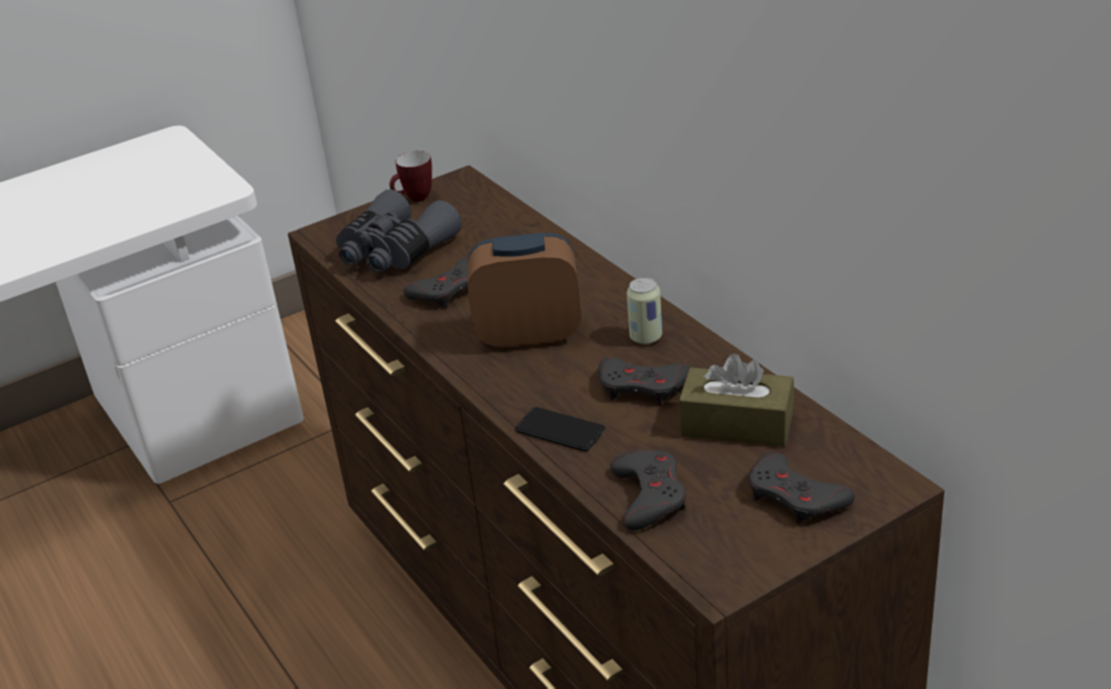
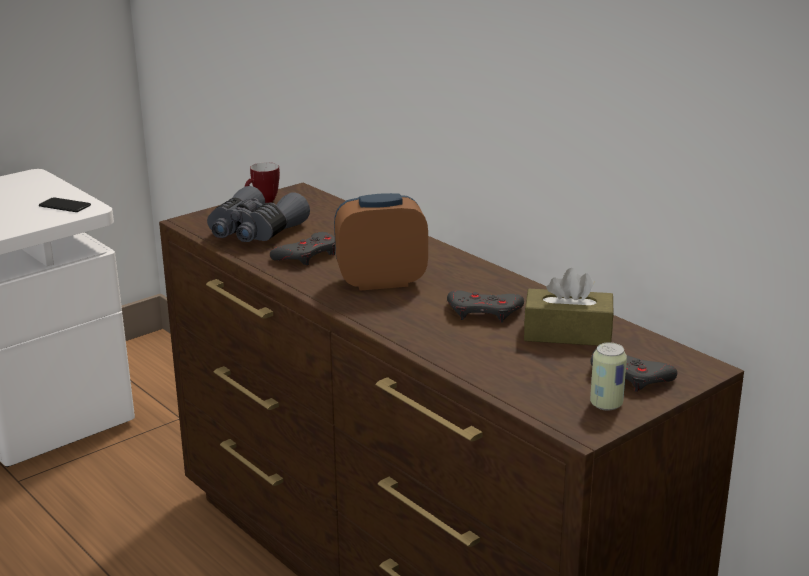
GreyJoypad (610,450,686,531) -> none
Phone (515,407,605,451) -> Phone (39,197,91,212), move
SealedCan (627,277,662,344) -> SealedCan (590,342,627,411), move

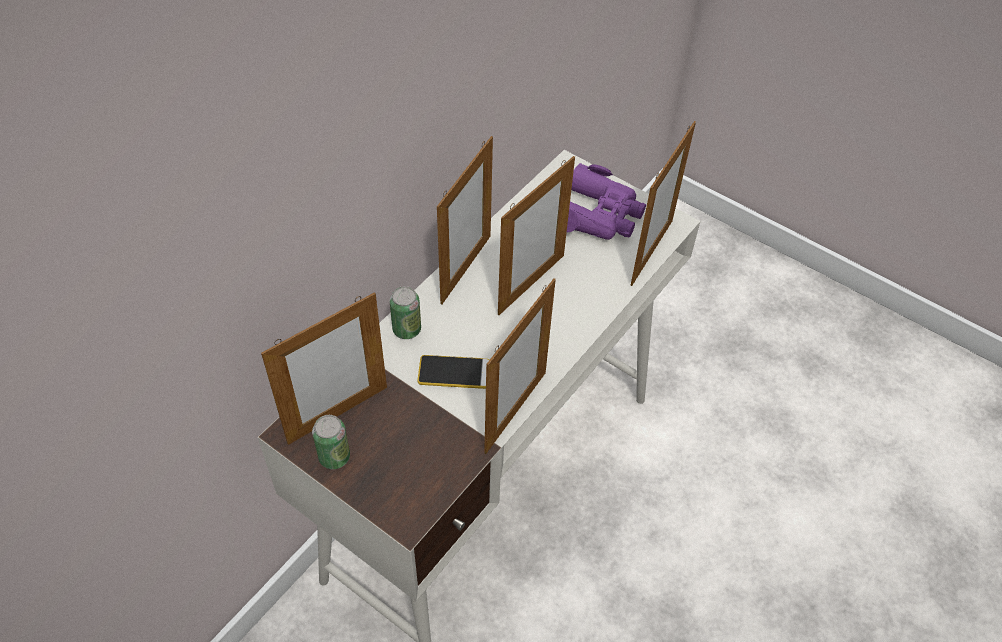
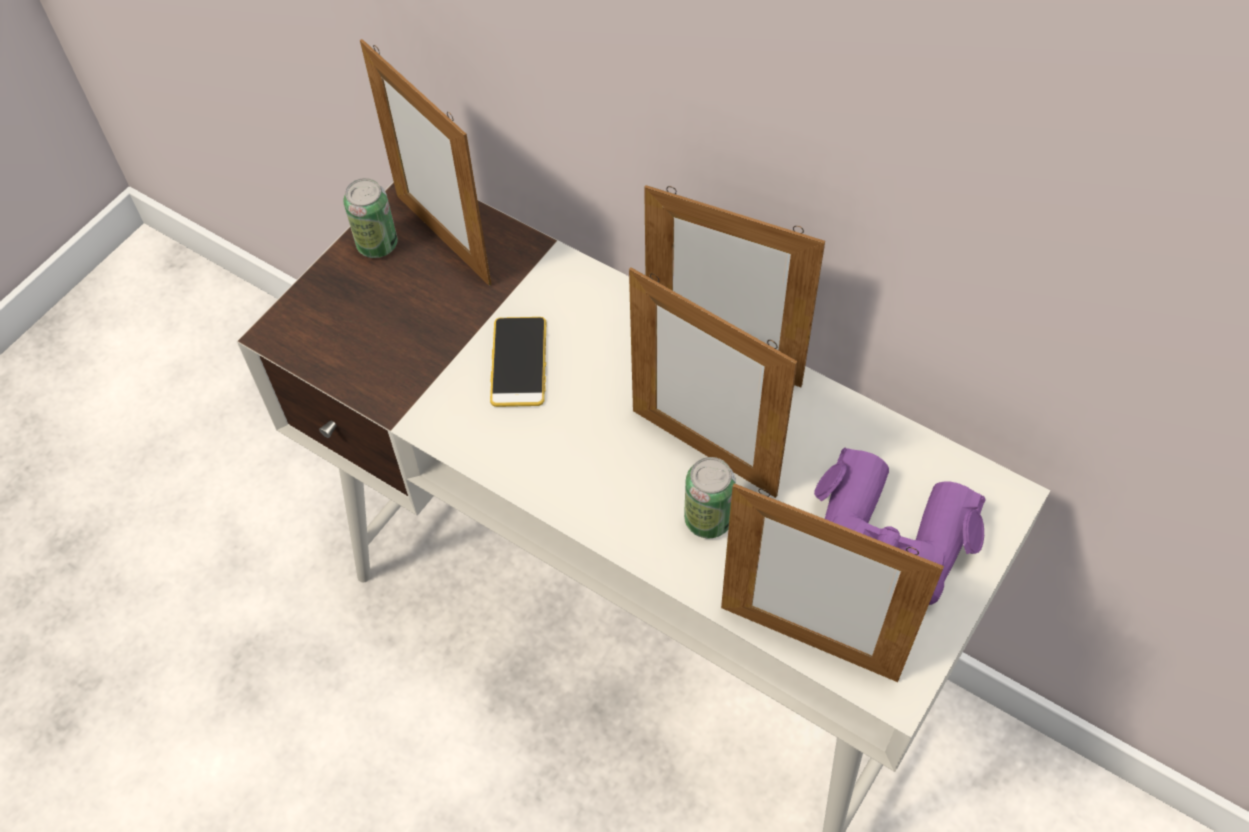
StandingFrame (484,278,556,454) -> none
SealedCan (390,286,421,339) -> SealedCan (684,457,736,539), move

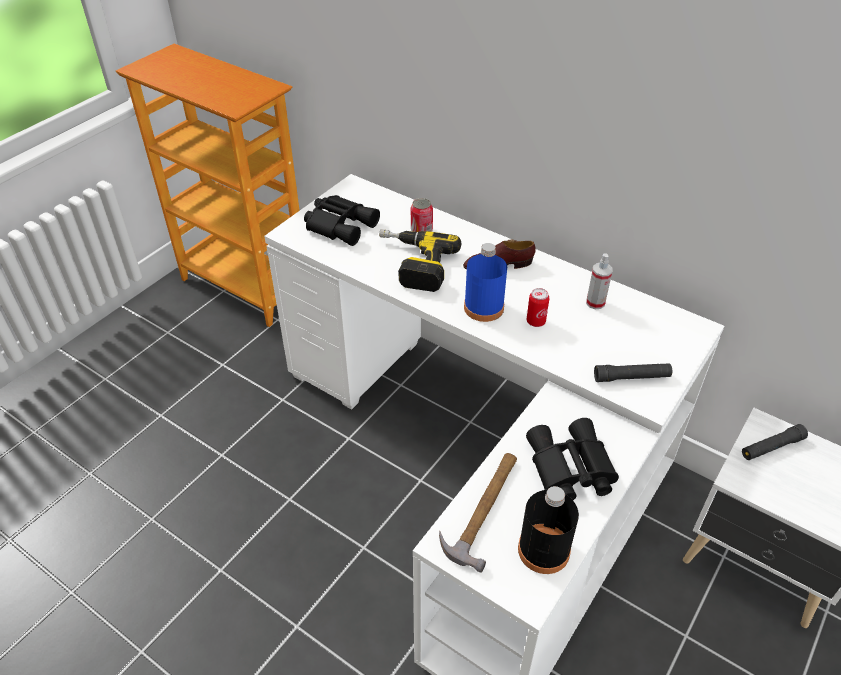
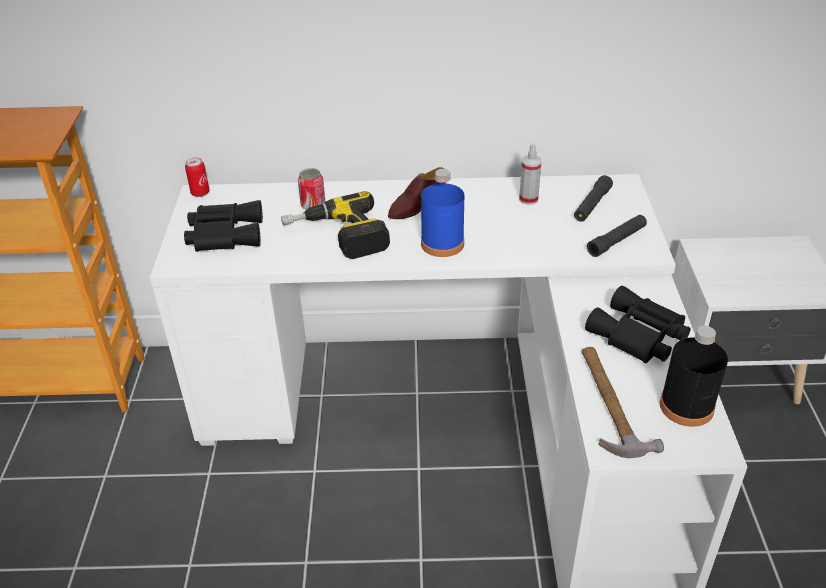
SealedCan (526,288,549,327) -> SealedCan (185,158,210,197), move
BlackishTorch (742,424,808,460) -> BlackishTorch (574,175,613,222), move

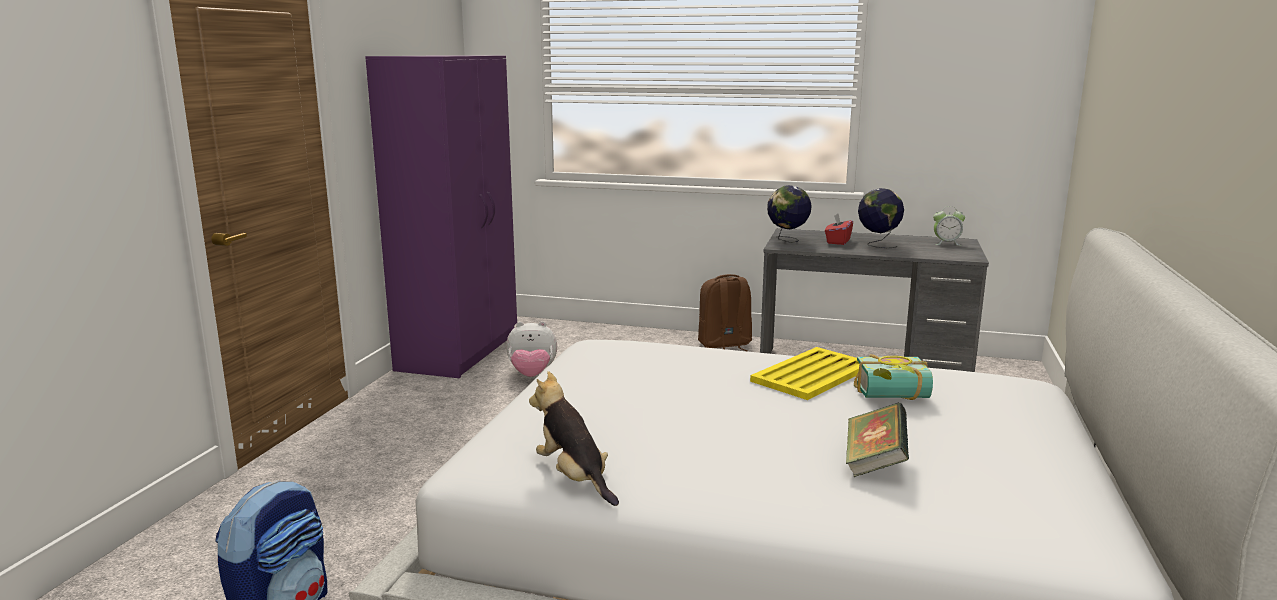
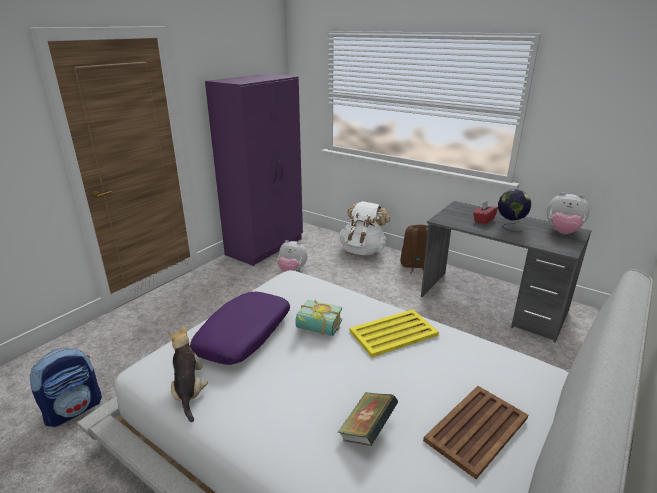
WorldGlobe (767,185,812,243) -> none
none -> PurplishCushion (190,292,290,365)
none -> WhitishKnapsack (339,201,391,255)
none -> BrownServingTray (423,386,528,479)
Book (854,354,933,400) -> Book (295,300,342,336), move
BedsideClock (933,206,965,246) -> PlushToy (547,192,589,234)

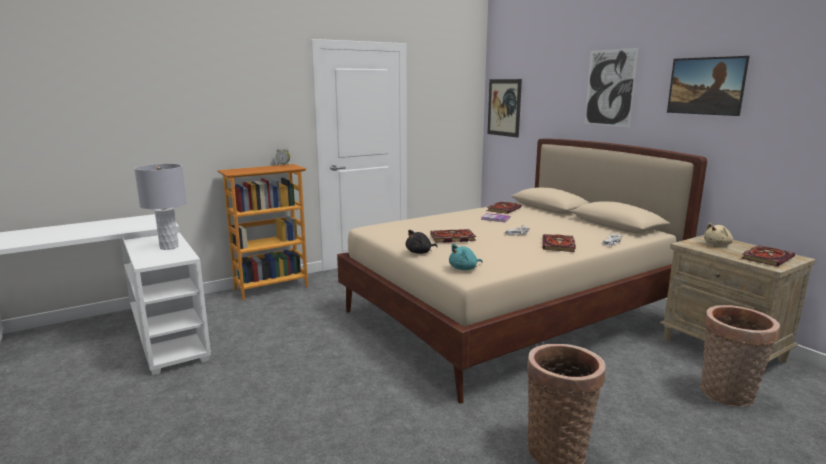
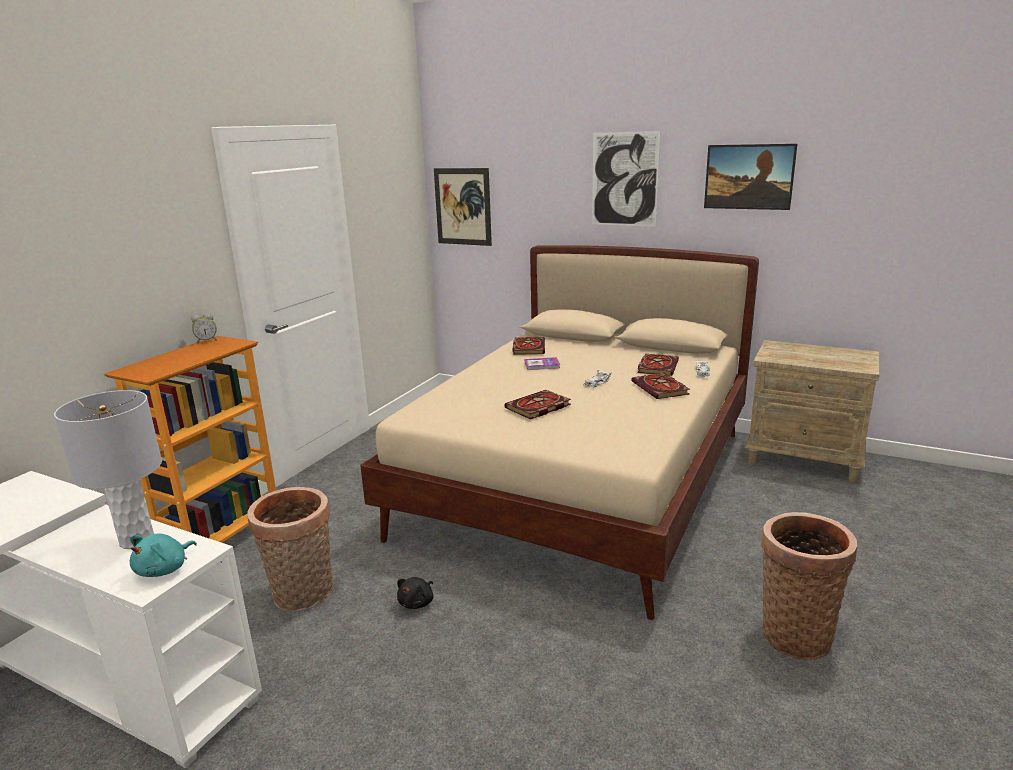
BeigePlushToy (704,223,733,246) -> none
BlackishPlushToy (406,230,438,254) -> BlackishPlushToy (397,577,434,609), move
TurquoisePlushToy (449,244,482,270) -> TurquoisePlushToy (130,534,197,577), move
StorageBasket (700,305,780,407) -> StorageBasket (247,487,333,611), move
Book (741,245,795,266) -> Book (638,354,679,376), move

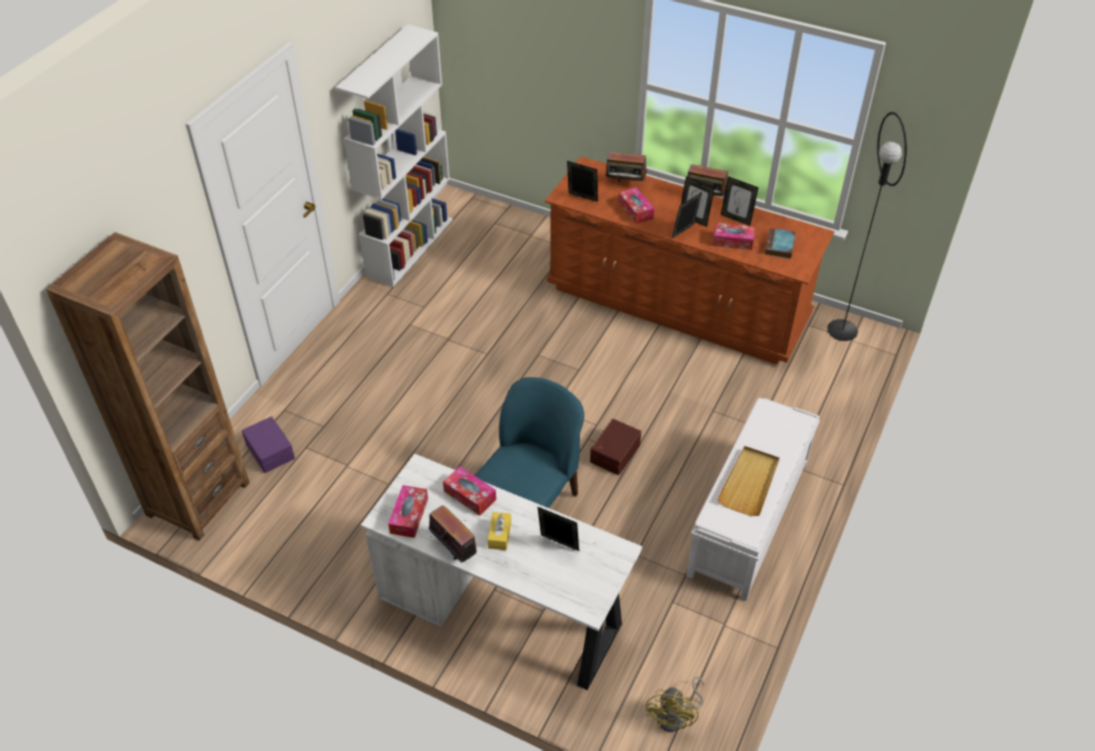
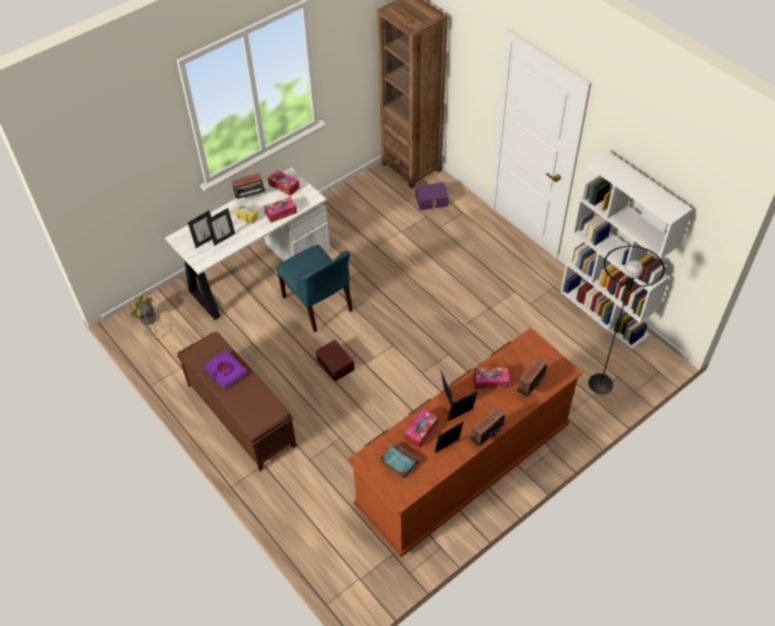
StandingFrame (567,161,598,202) -> StandingFrame (188,211,212,248), move
BlackishStandardLamp (827,112,907,341) -> BlackishStandardLamp (588,246,665,394), move
BeigeServingTray (717,446,780,516) -> PurplishBook (203,350,248,390)
WhitishLongSeat (686,398,820,601) -> BrownLongSeat (177,332,297,471)

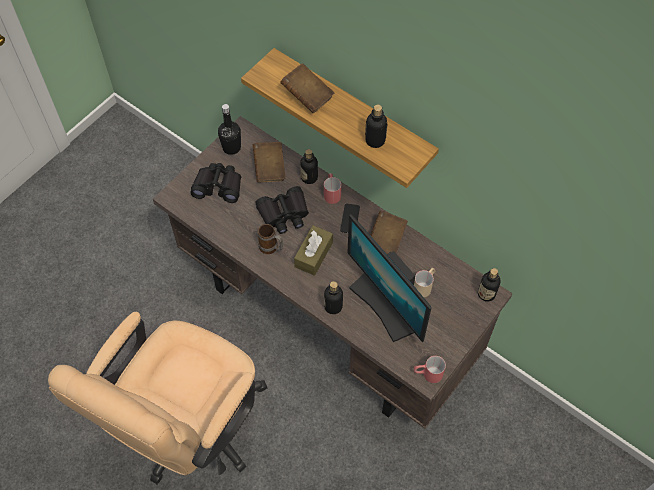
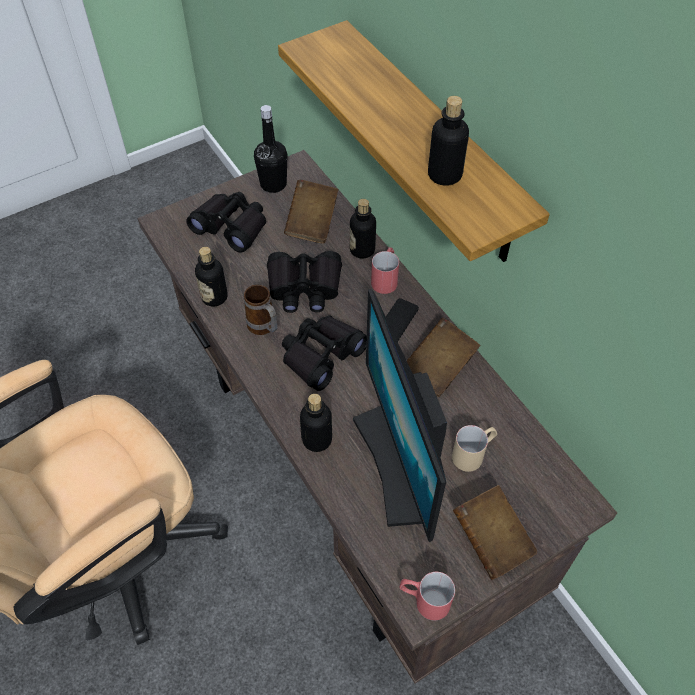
BrownBook (280,63,335,113) -> BrownBook (453,485,537,580), move
DrinkBottle (478,268,501,301) -> DrinkBottle (195,247,228,307), move
BrownBoxOfTissues (294,225,333,276) -> BlackishBinoculars (282,315,367,391)

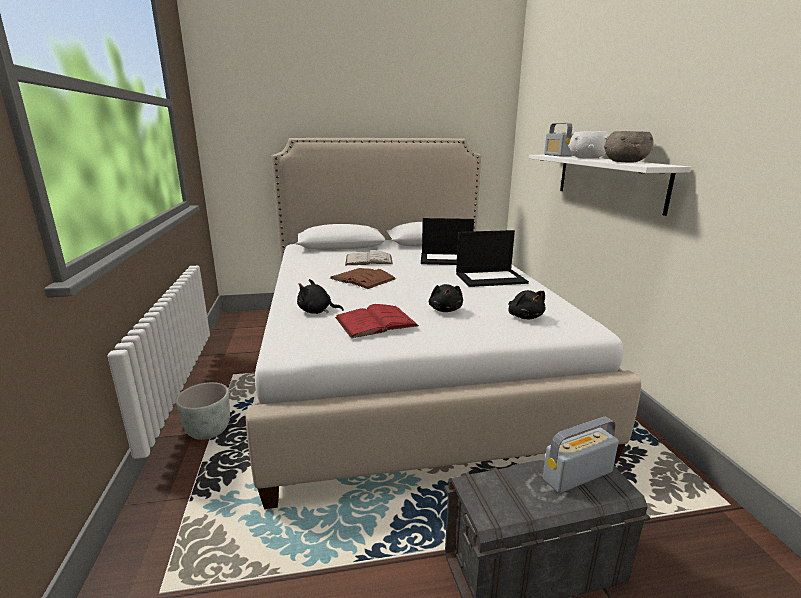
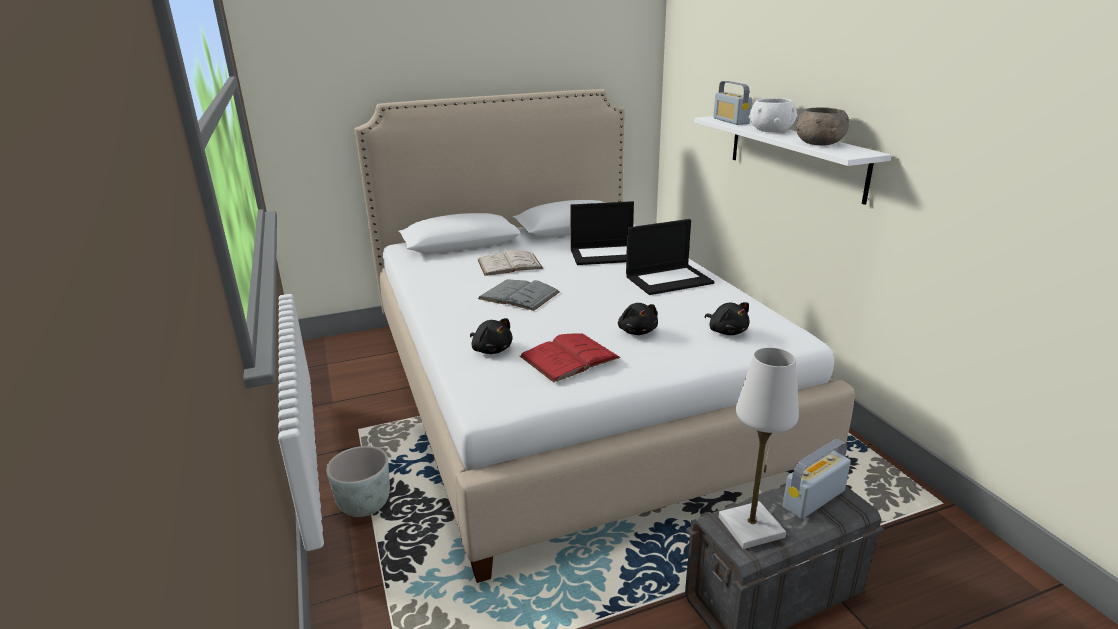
none -> WhitishTableLamp (719,347,799,549)
BrownBook (329,268,396,289) -> GreyBook (478,279,560,311)
BlackishPlushToy (297,279,344,314) -> BlackishPlushToy (470,318,513,354), 135 degrees counterclockwise

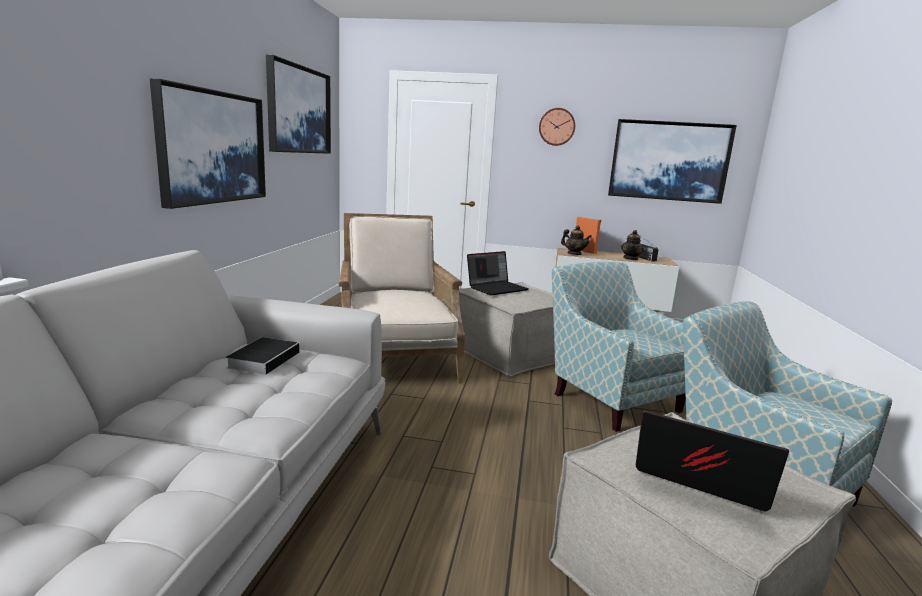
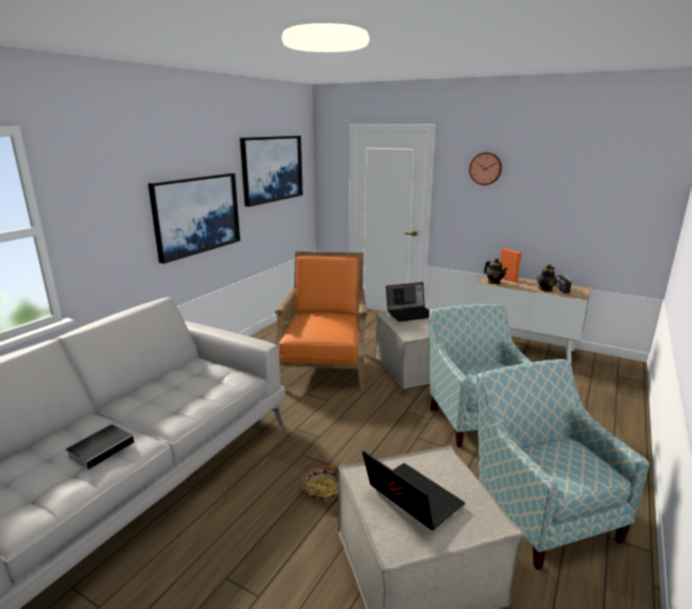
WallArt (608,119,737,204) -> none
none -> StorageBasket (298,465,339,501)
Book (226,337,301,375) -> Book (66,424,140,470), move
BeigeLoungeChair (339,213,465,384) -> OrangeColouredLoungeChair (275,251,367,391)

